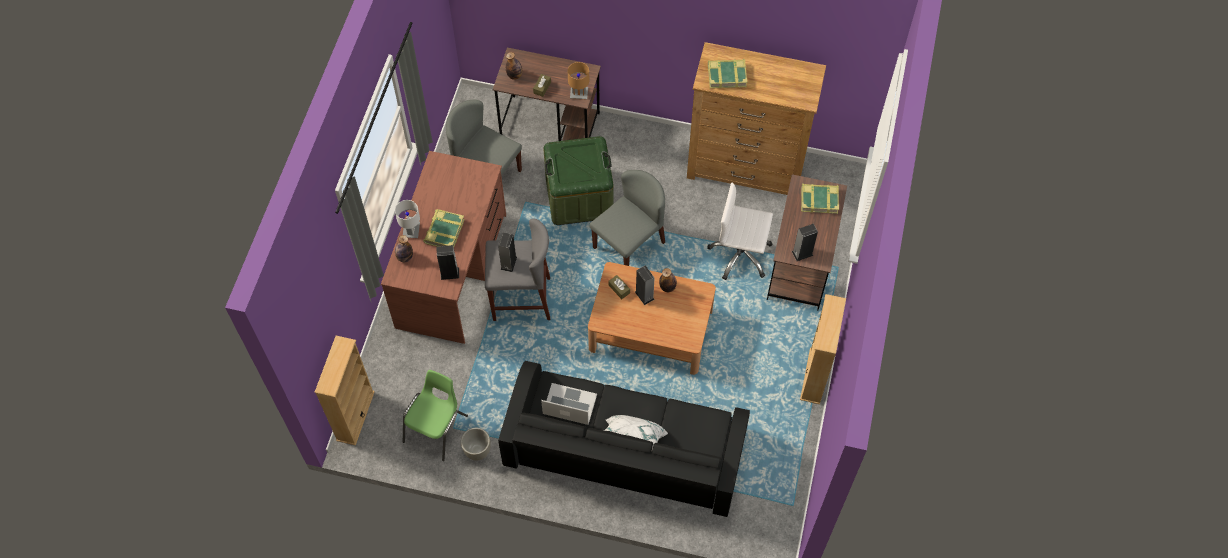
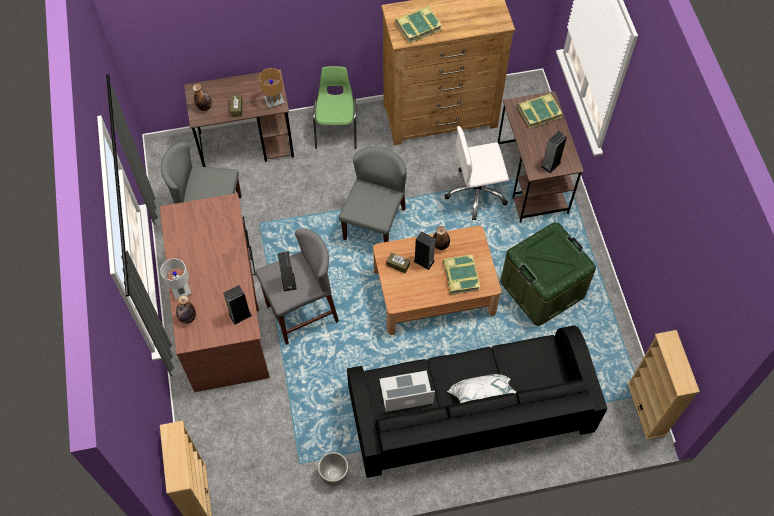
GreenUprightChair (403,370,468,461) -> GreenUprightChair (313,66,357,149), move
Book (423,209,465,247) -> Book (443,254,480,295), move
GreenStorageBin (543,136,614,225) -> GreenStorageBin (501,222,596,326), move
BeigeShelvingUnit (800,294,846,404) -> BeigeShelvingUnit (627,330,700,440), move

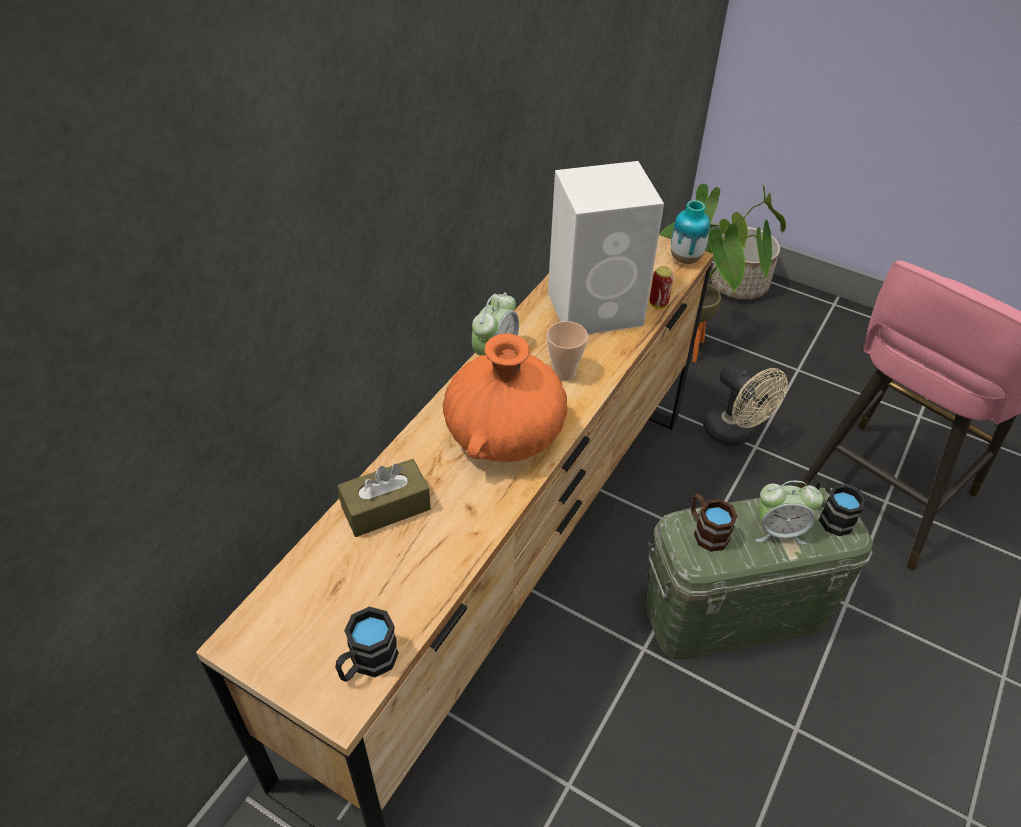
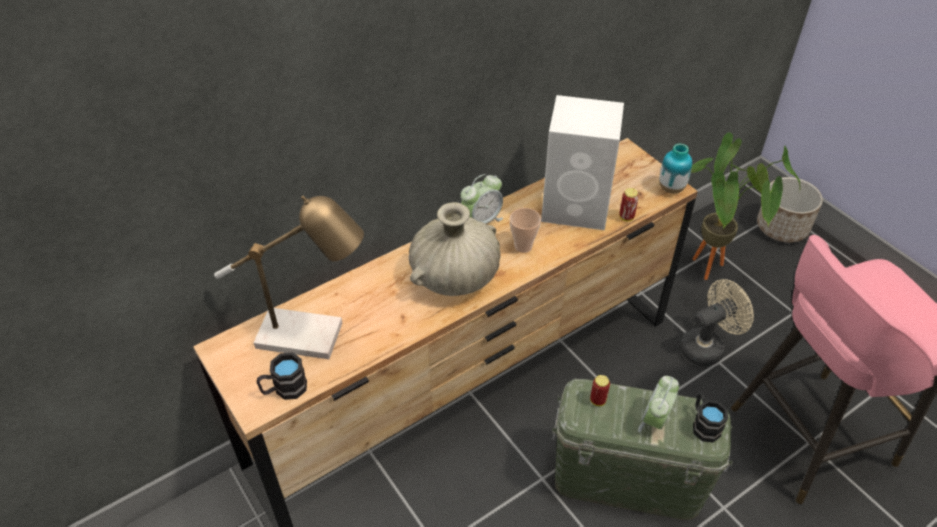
BrownBoxOfTissues (337,459,431,537) -> none
none -> TableLamp (214,195,364,359)
BrownTeaMug (691,494,738,552) -> SealedCan (590,375,610,406)
OrangeColouredFlowerVase (443,334,567,462) -> BeigeFlowerVase (409,202,500,296)
BeigeFan (703,365,788,446) -> BeigeFan (680,279,754,366), 105 degrees counterclockwise
BedsideClock (756,481,823,545) -> BedsideClock (638,376,679,432), 90 degrees clockwise

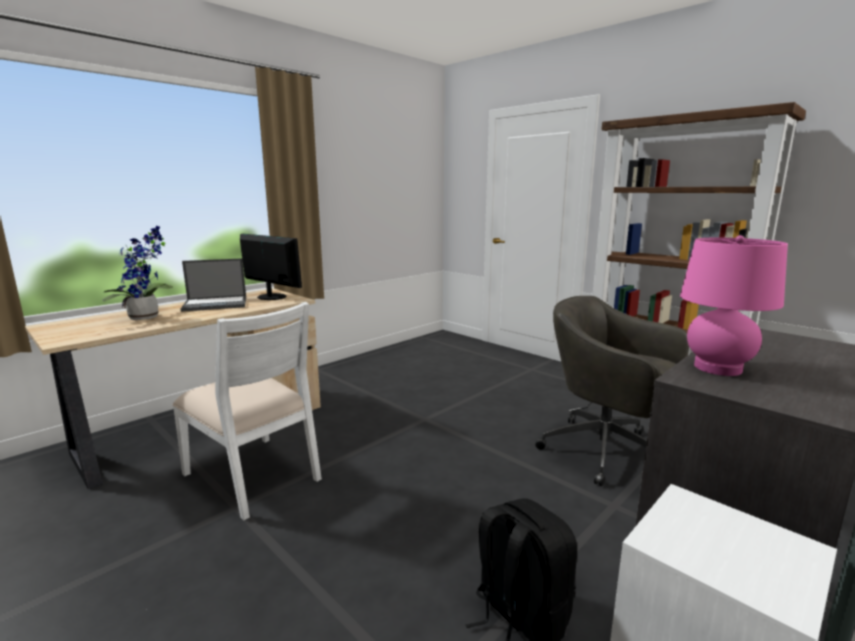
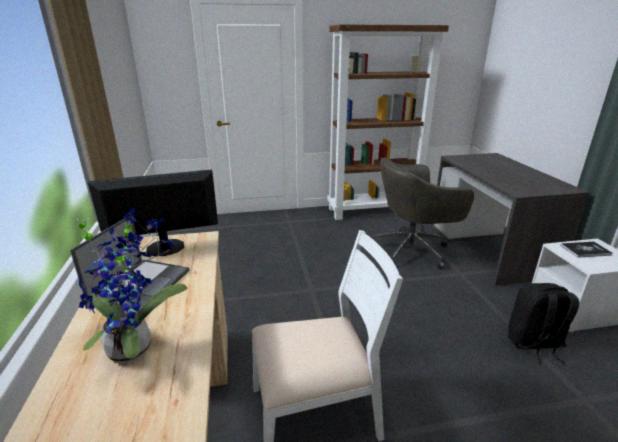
PinkishTableLamp (680,235,788,376) -> none
none -> Book (560,242,613,258)

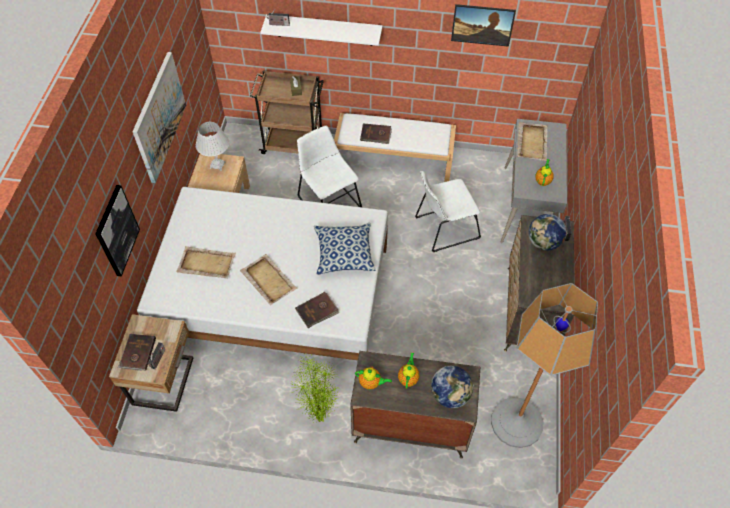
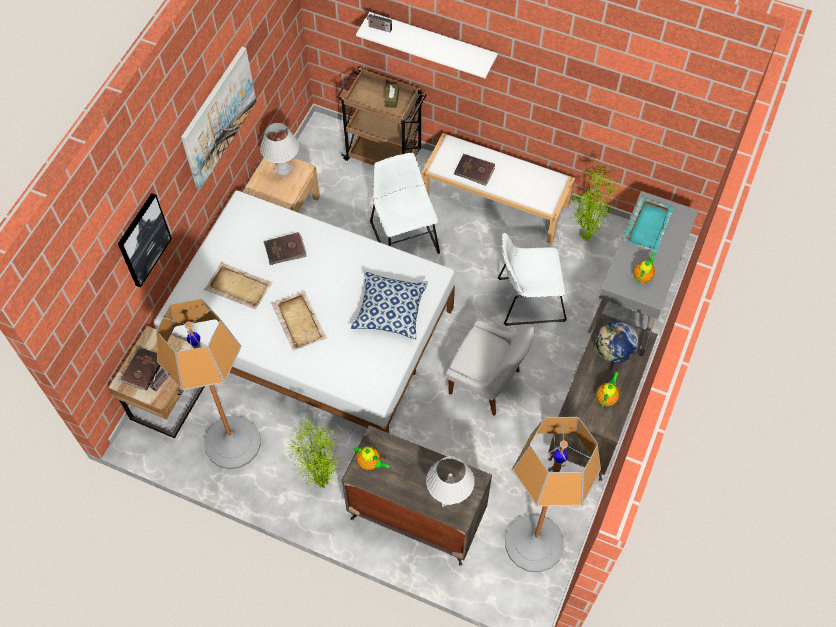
WallArt (451,4,516,47) -> none
none -> StandardLamp (156,299,261,469)
none -> WhitishUprightChair (446,320,535,416)
none -> PottedPlant (571,163,623,242)
BrownBook (295,292,340,328) -> BrownBook (264,232,307,265), move
TeaPot (398,353,419,389) -> TeaPot (596,372,619,408), move
WorldGlobe (431,366,473,408) -> WhitishTableLamp (426,456,475,507)
BeigeServingTray (517,122,548,161) -> TurquoiseServingTray (623,196,674,253)

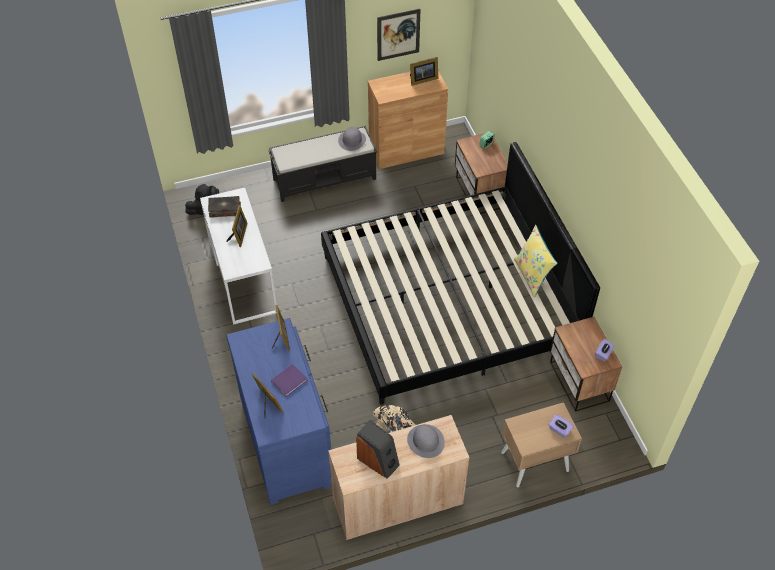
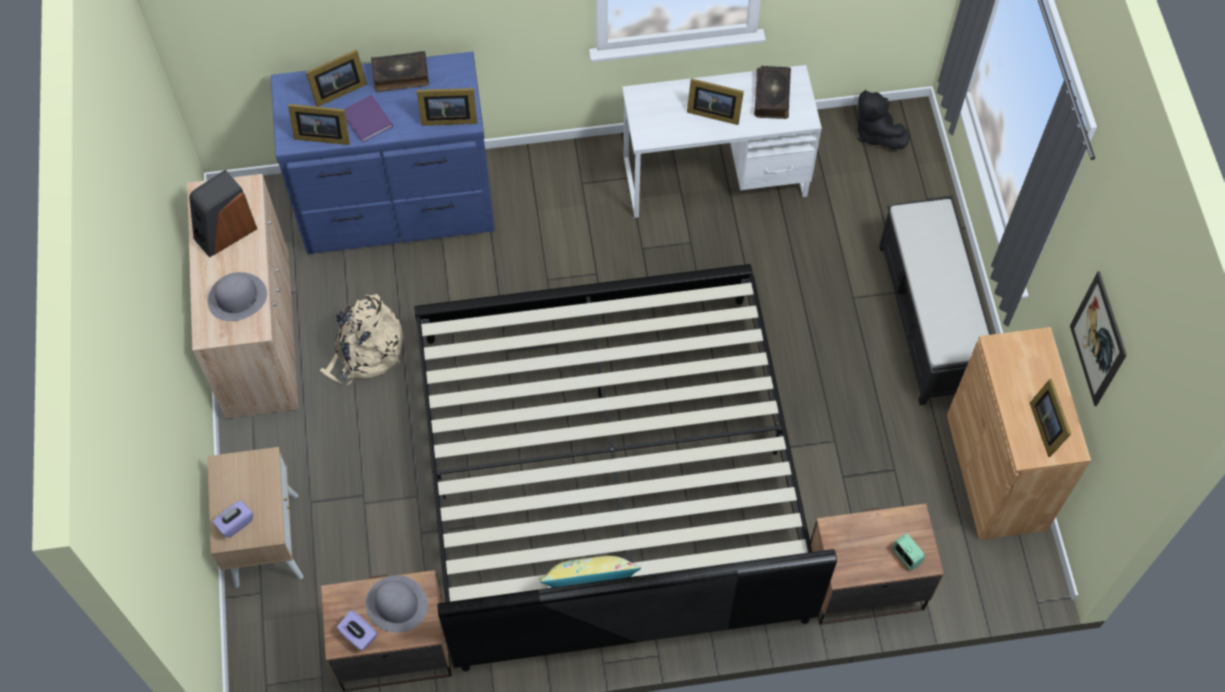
none -> StandingFrame (288,104,350,145)
none -> Book (371,51,429,92)
GreyClothingHat (338,127,366,151) -> GreyClothingHat (366,575,428,633), move

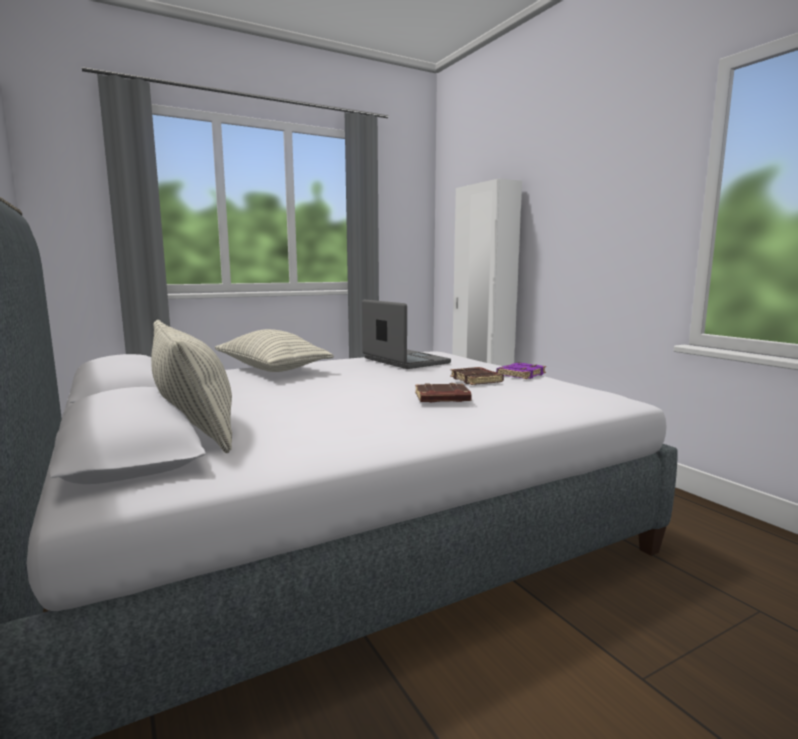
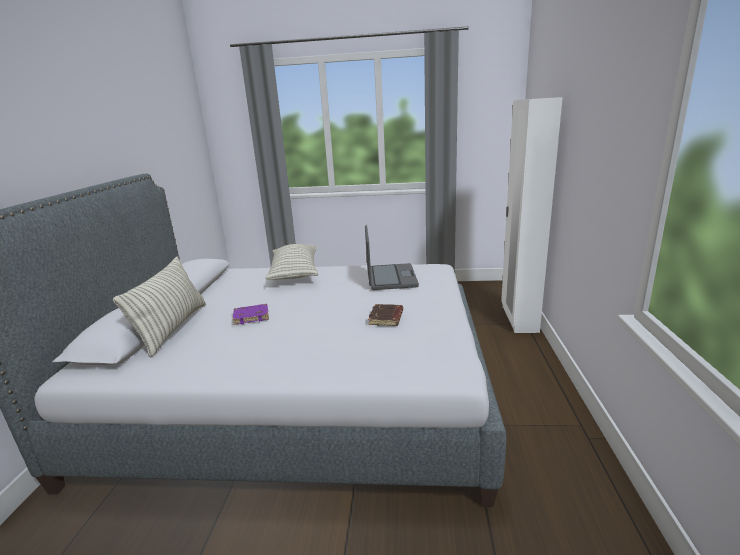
BrownBook (415,383,472,402) -> none
PurplishBook (496,363,546,379) -> PurplishBook (233,304,269,325), move

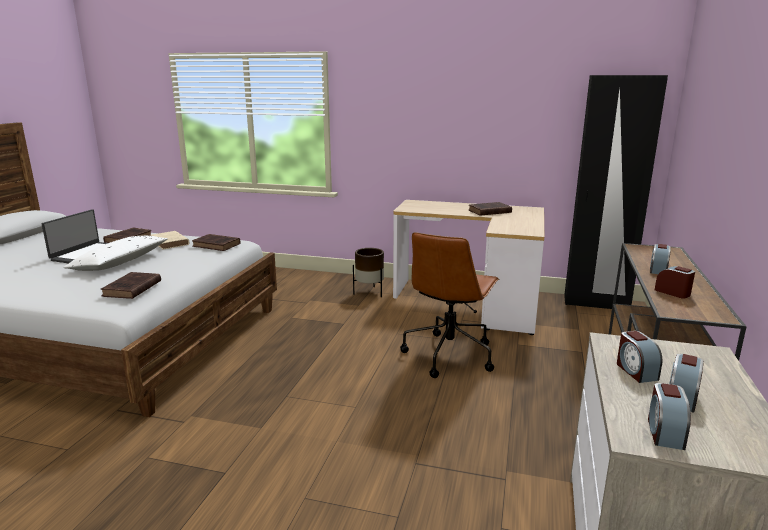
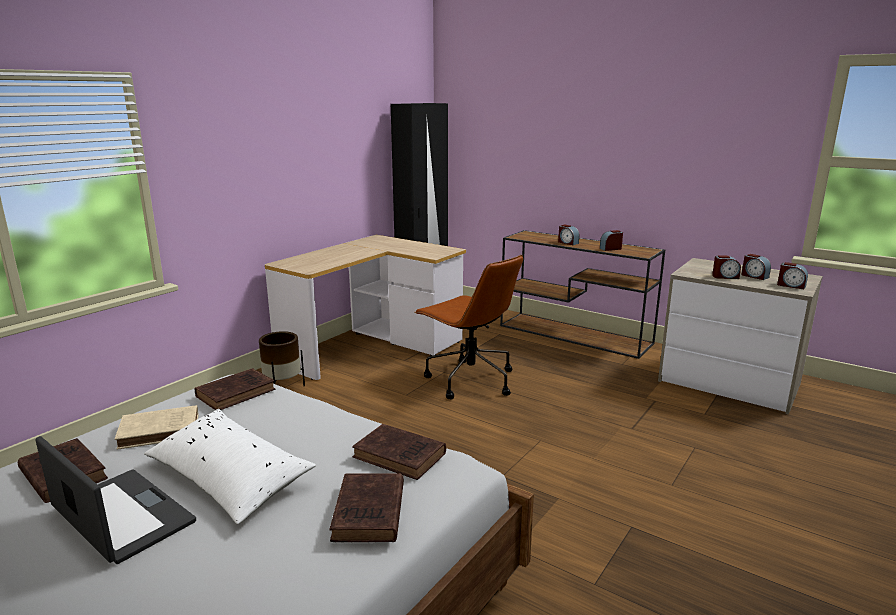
BrownBook (468,202,512,216) -> BrownBook (329,473,404,542), move

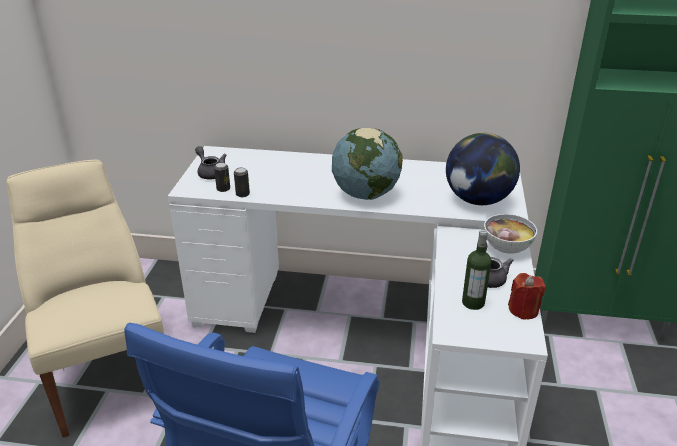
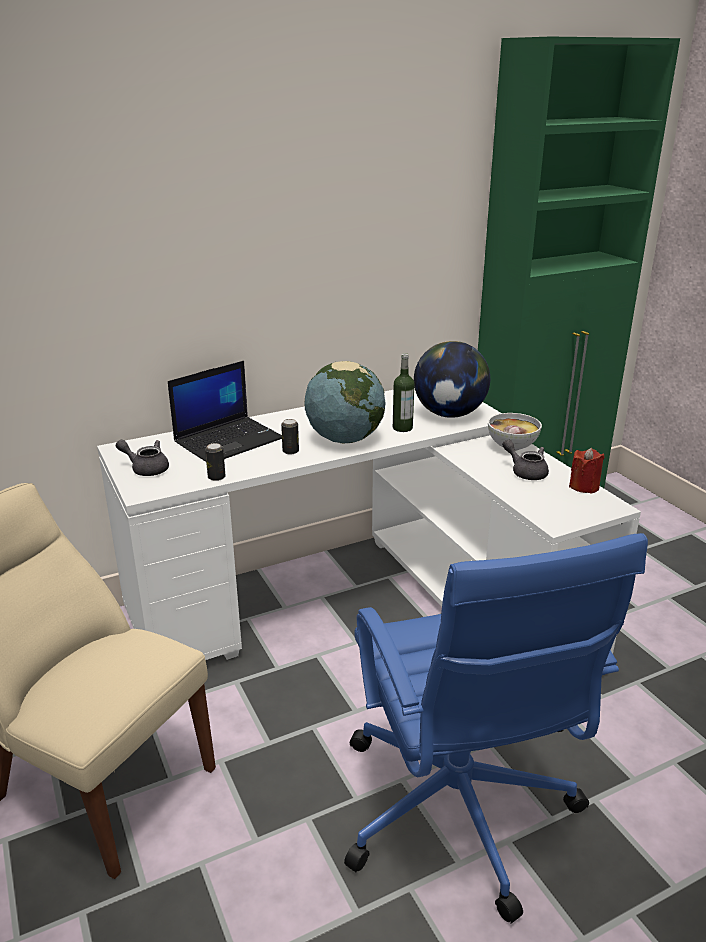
none -> PortableComputer (168,361,282,462)
SealedCan (214,162,230,192) -> SealedCan (281,419,299,454), move
DrinkBottle (462,230,491,310) -> DrinkBottle (393,353,414,432), move

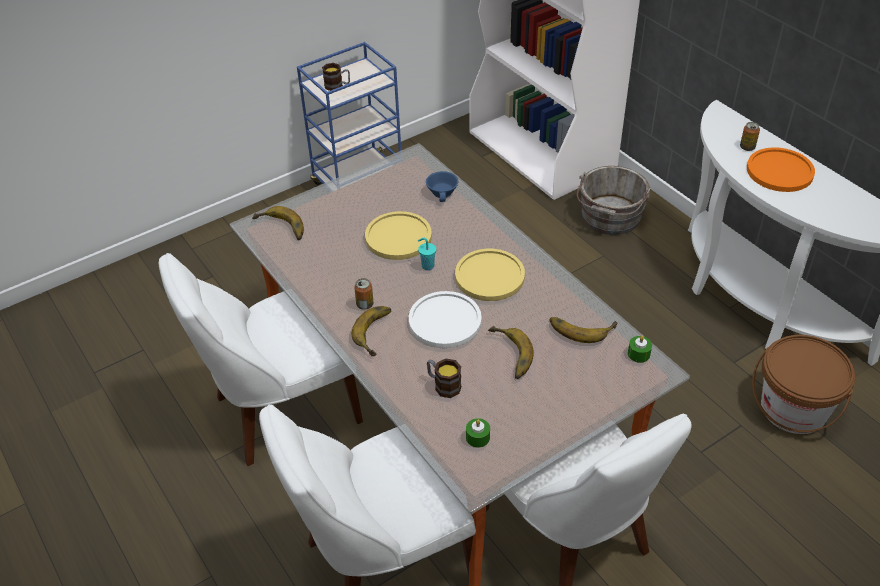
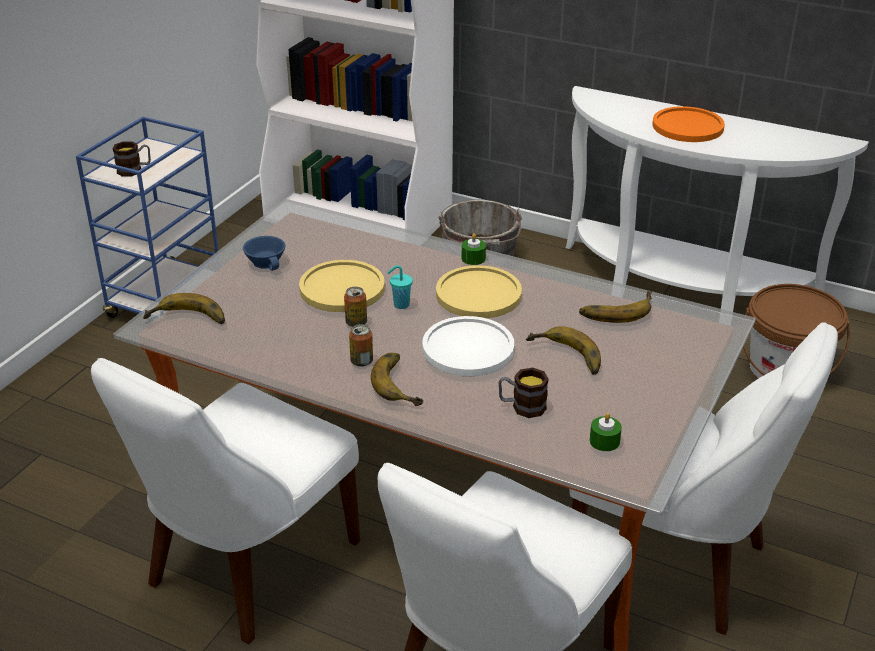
BluishCup (426,171,458,202) -> BluishCup (243,236,285,271), move
GreenCandle (628,336,652,363) -> GreenCandle (462,233,486,265), move
SealedCan (740,122,760,151) -> SealedCan (344,287,367,327), move

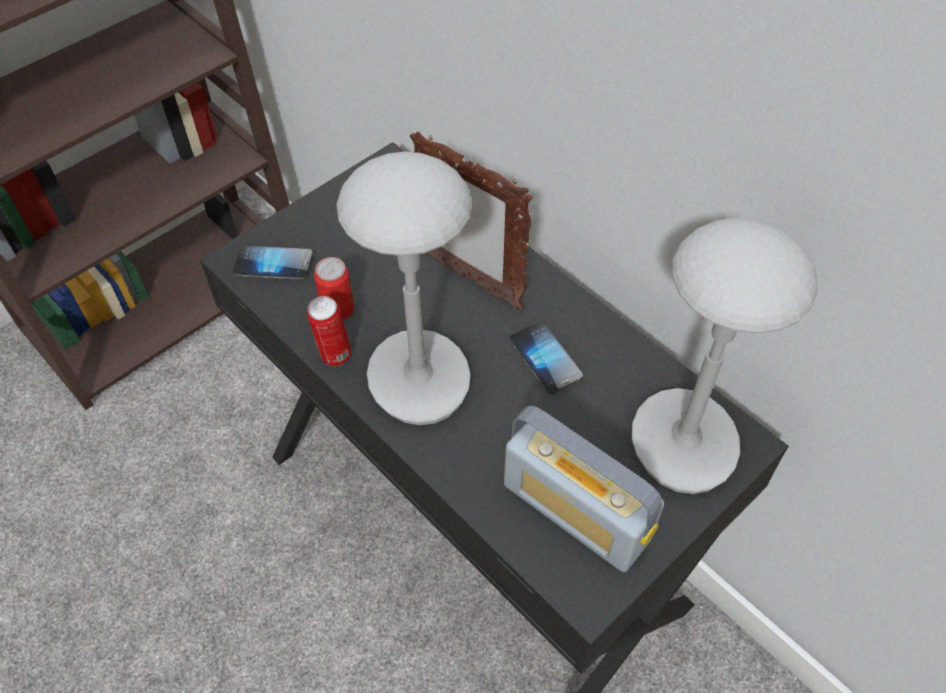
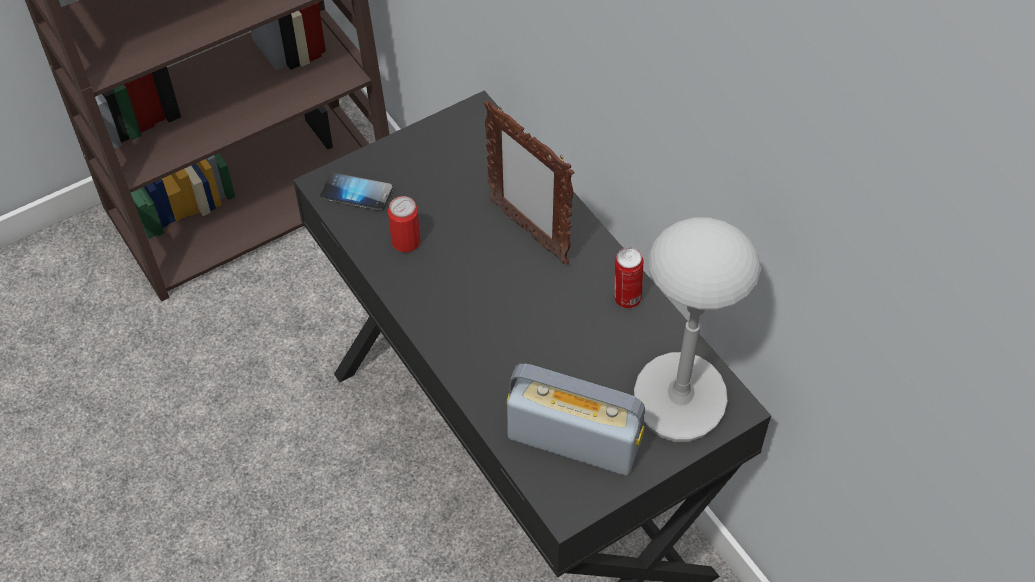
GreyTableLamp (336,151,472,425) -> none
Phone (510,322,583,394) -> none
SealedCan (307,296,351,366) -> SealedCan (614,247,643,308), move
Radio (504,405,664,572) -> Radio (507,364,645,476), 150 degrees clockwise

